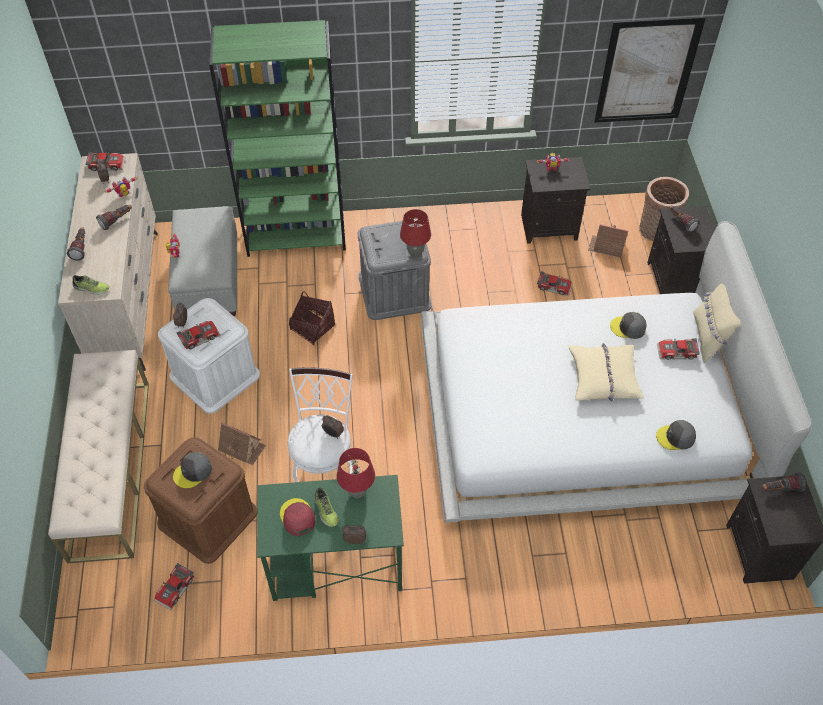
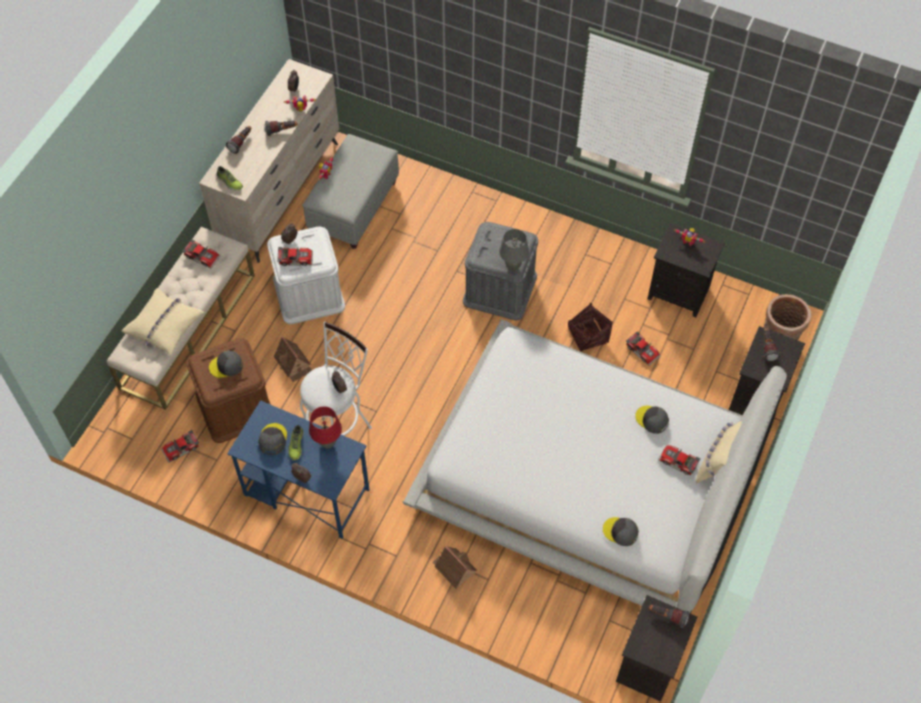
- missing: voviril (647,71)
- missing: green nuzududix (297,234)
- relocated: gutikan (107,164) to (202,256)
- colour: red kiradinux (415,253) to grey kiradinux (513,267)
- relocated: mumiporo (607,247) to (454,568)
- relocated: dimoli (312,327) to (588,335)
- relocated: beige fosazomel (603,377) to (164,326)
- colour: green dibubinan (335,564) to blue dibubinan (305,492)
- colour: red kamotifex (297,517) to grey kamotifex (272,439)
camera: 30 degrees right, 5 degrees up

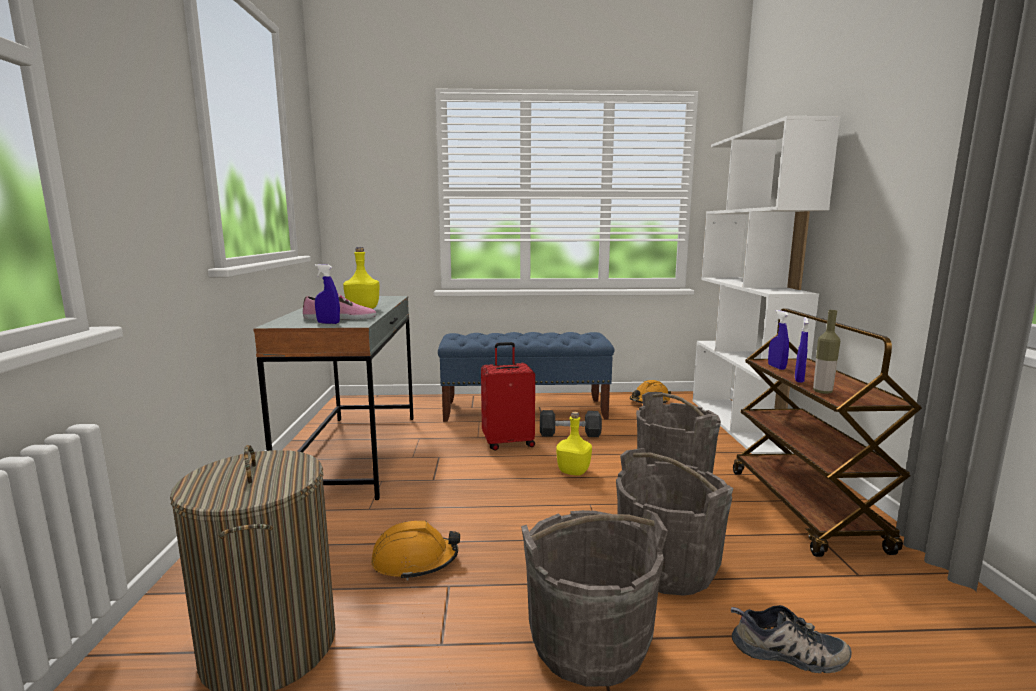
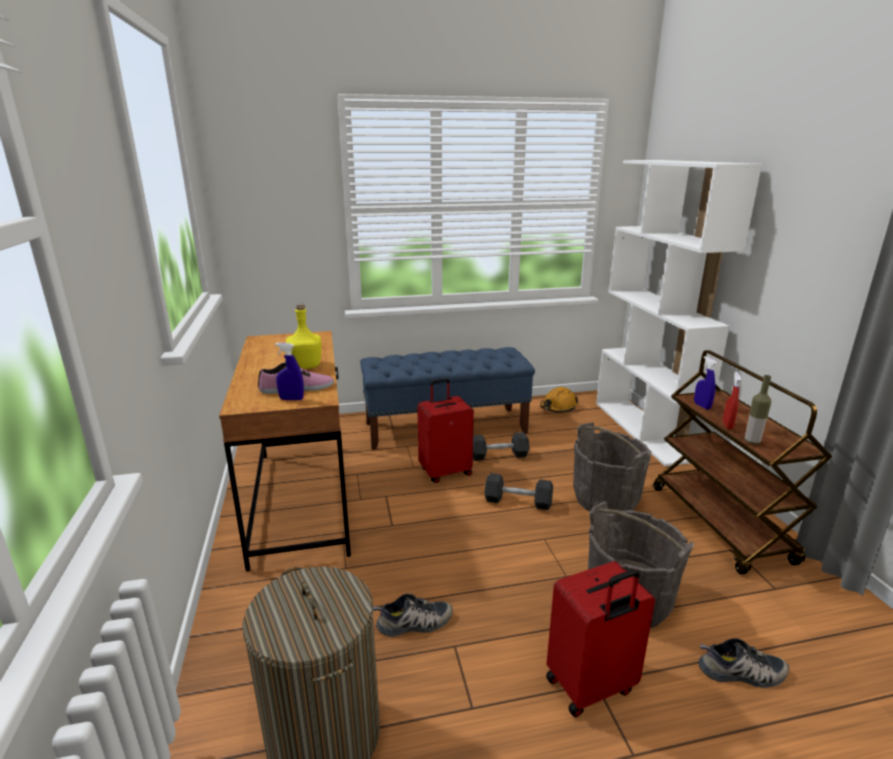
- colour: grey dibubinan (355,453) to brown dibubinan (301,499)
- colour: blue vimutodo (799,380) to red vimutodo (727,425)
- exchanged: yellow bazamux (574,471) to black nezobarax (518,501)
- exchanged: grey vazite (589,643) to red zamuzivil (591,687)
- exchanged: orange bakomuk (415,561) to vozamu (414,624)
camera: 10 degrees left, 10 degrees up

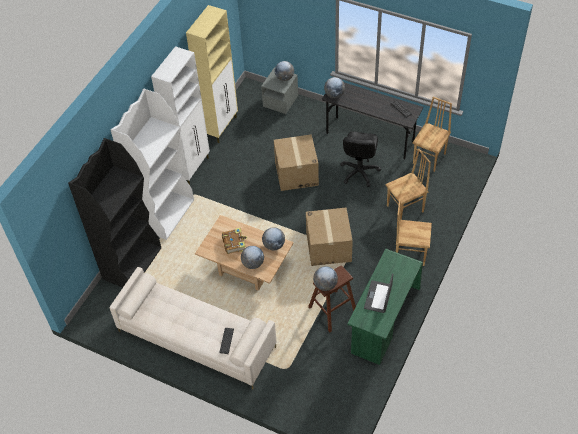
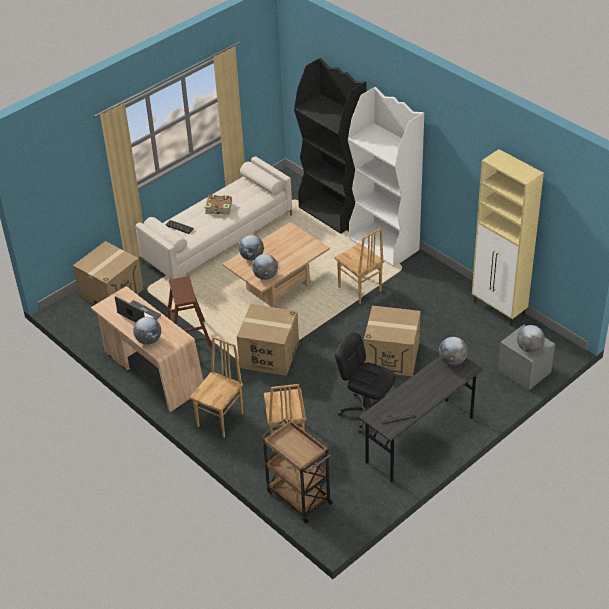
- missing: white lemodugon (192,168)
- relocated: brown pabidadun (429,158) to (359,290)
- relocated: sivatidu (234,243) to (219,208)
- colour: green dibubinan (384,320) to beige dibubinan (151,371)
- relocated: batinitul (325,285) to (149,340)
- appeared: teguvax (111,292)
- appeared: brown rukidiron (298,497)
camera: 110 degrees right, 10 degrees down

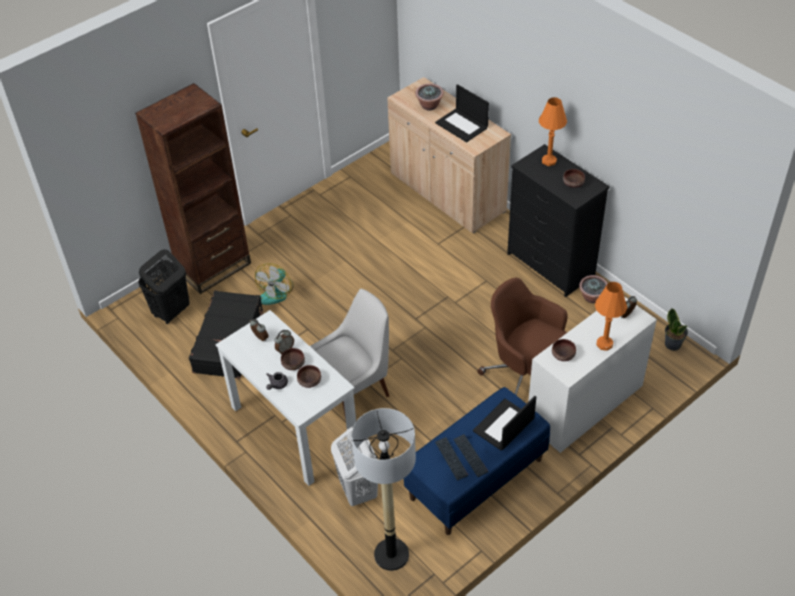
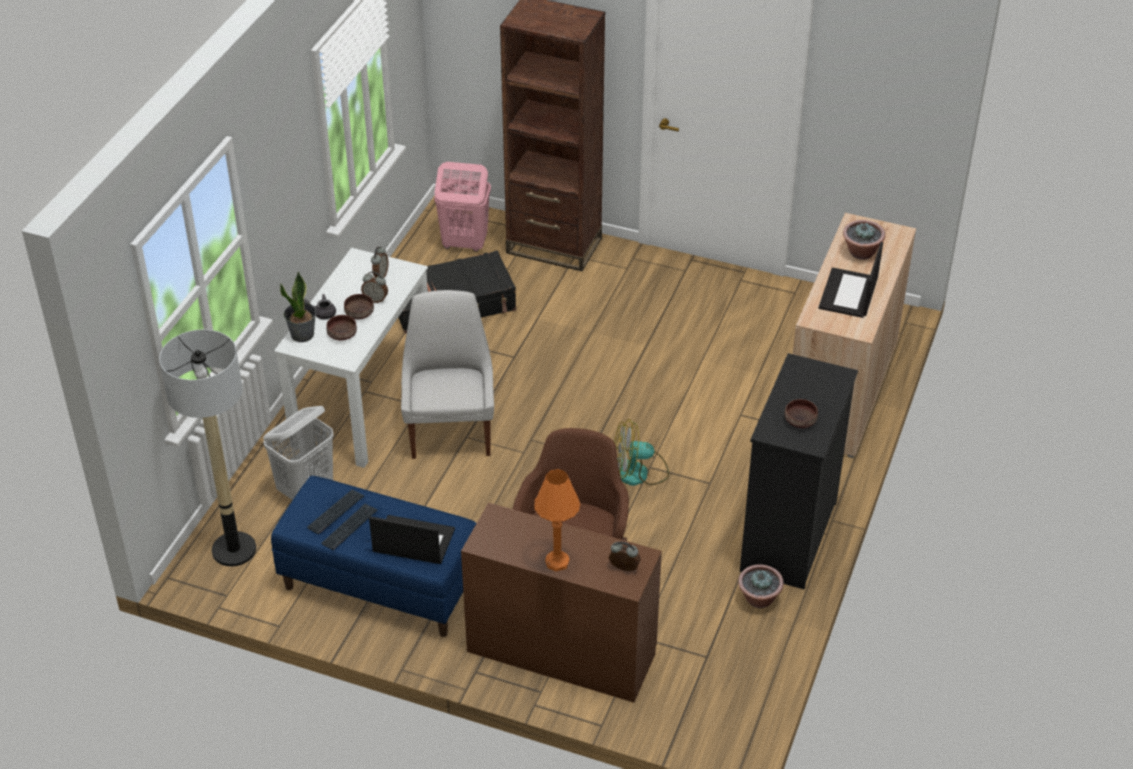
- missing: orange kiradinux (549,161)
- colour: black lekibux (171,312) to pink lekibux (464,243)
- relocated: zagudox (276,292) to (638,472)
- spun: white pabidadun (355,388) = (451,430) 120 degrees counterclockwise
- colour: white dibubinan (585,405) to brown dibubinan (560,652)
- relocated: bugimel (673,344) to (303,334)
- missing: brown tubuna (564,355)
camera: 60 degrees right, 5 degrees down

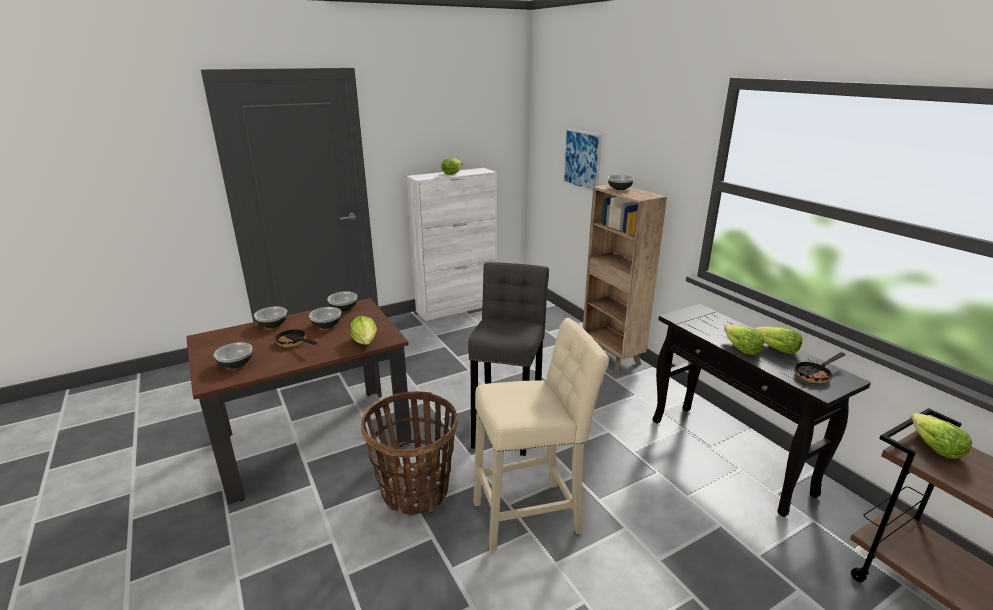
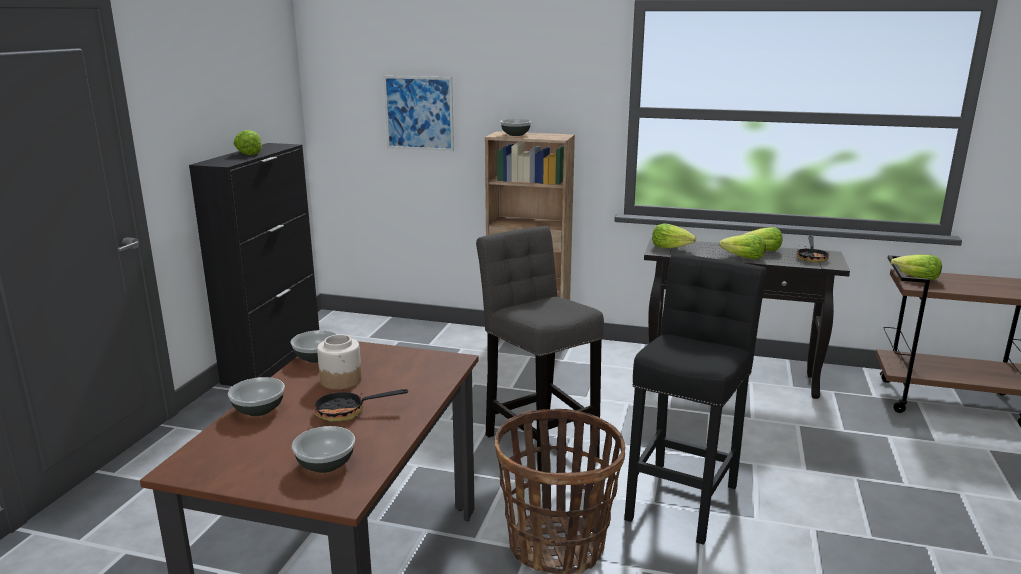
- colour: white lemodugon (457,307) to black lemodugon (274,359)
- exchanged: tubuna (327,325) to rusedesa (341,380)
- relocated: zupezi (365,341) to (671,247)
- colour: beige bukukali (532,515) to black bukukali (683,497)
camera: 45 degrees left, 5 degrees down

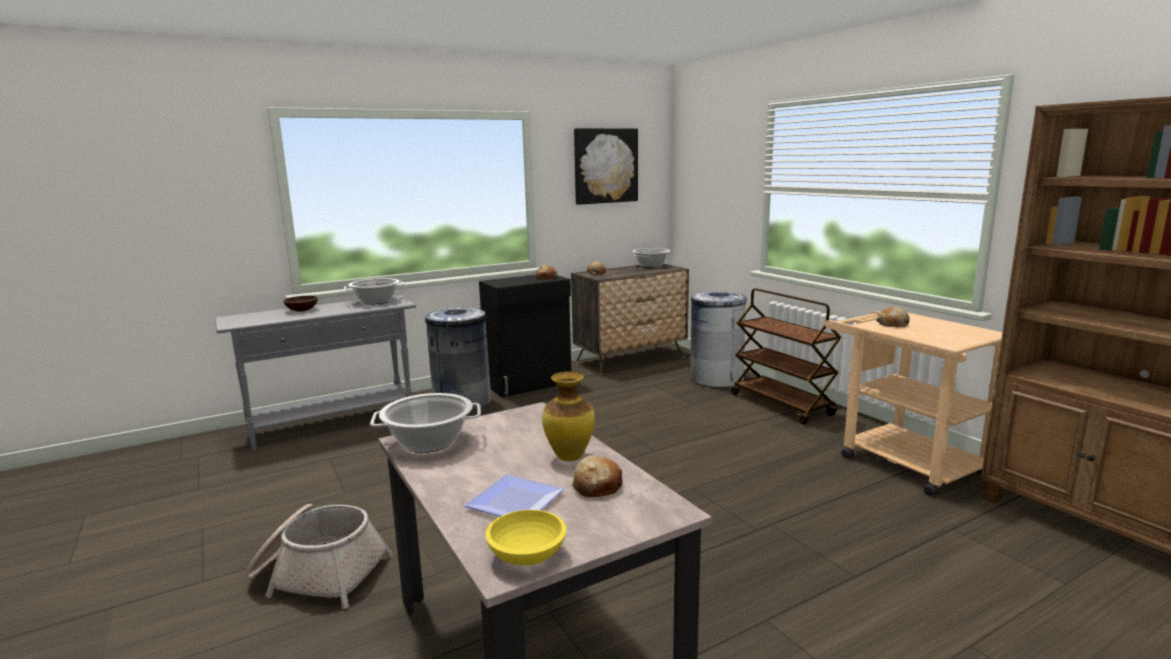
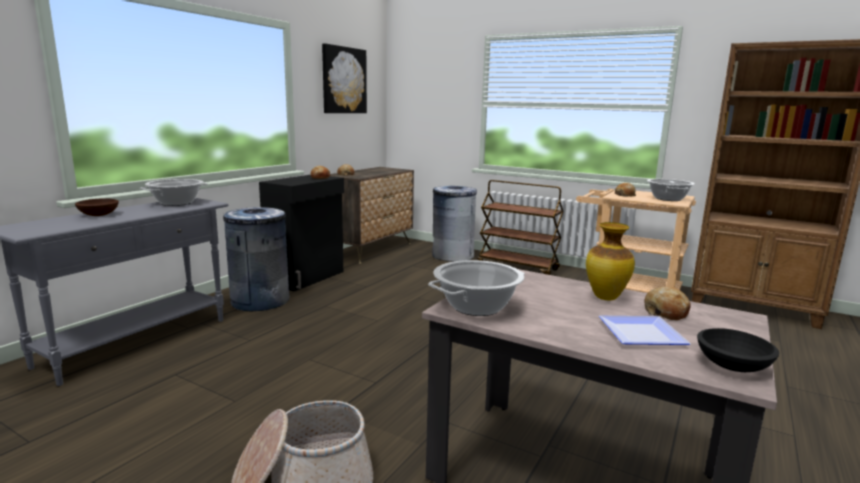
- relocated: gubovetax (651,265) to (668,199)
- colour: yellow tubuna (528,556) to black tubuna (734,366)
camera: 30 degrees left, 0 degrees up

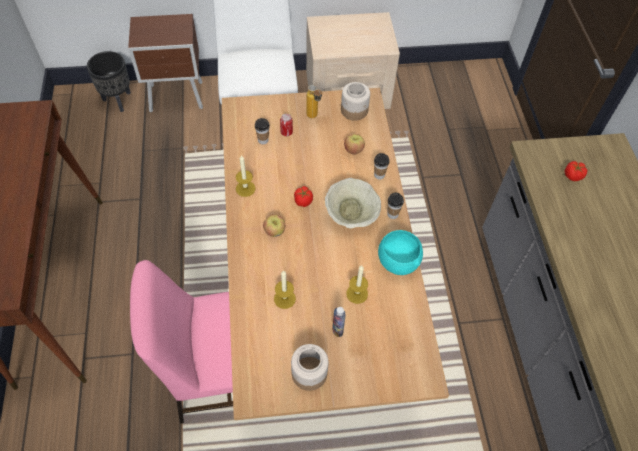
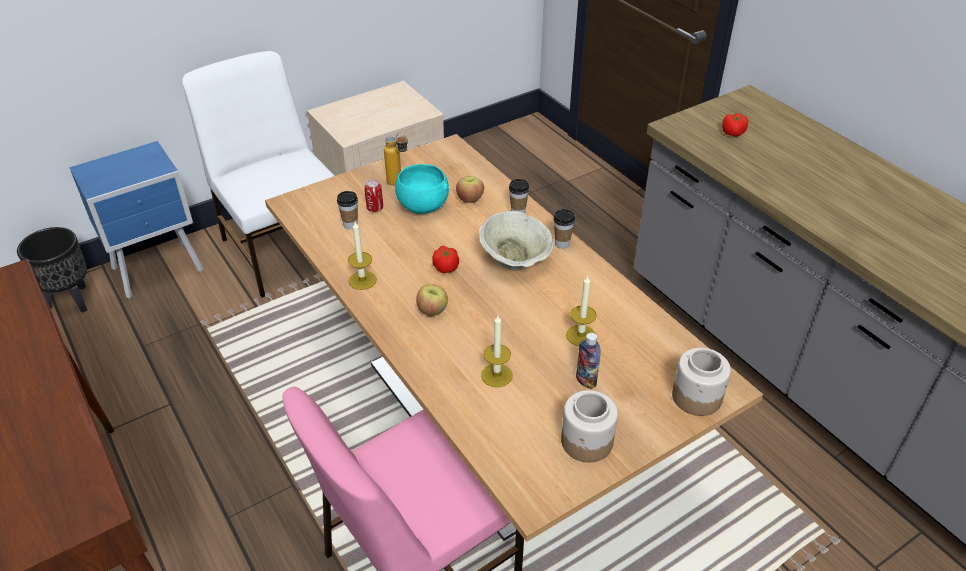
- colour: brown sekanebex (178,98) to blue sekanebex (160,270)
- relocated: rusedesa (354,110) to (697,397)
- relocated: turquoise tubuna (397,261) to (422,206)
camera: 25 degrees left, 15 degrees down

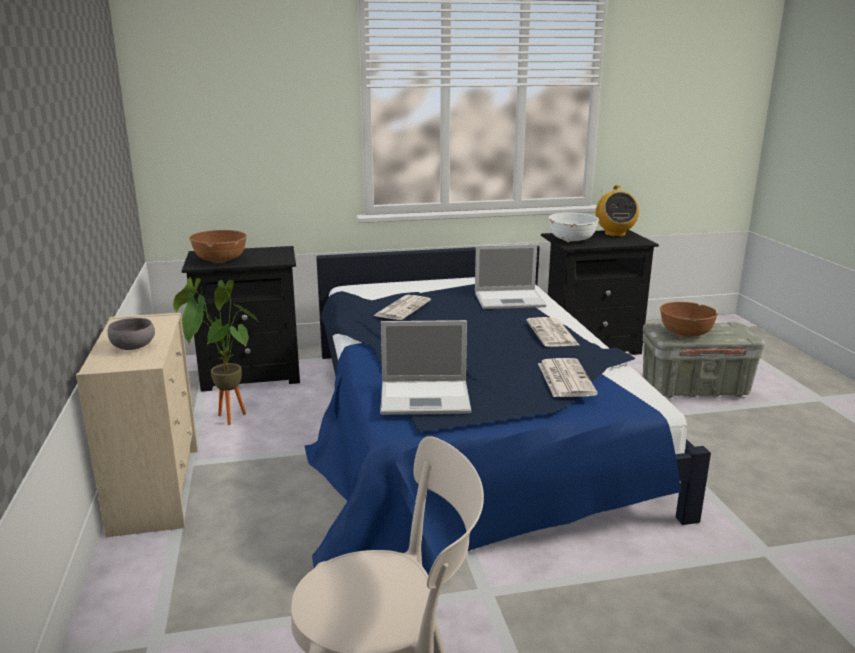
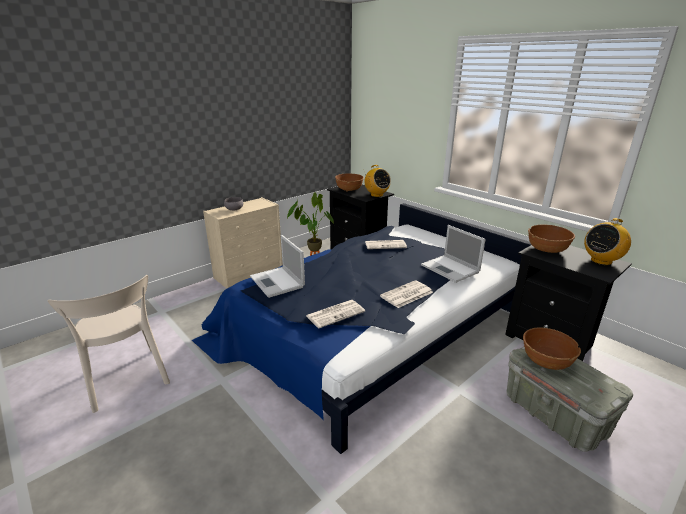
- colour: white tubuna (572,240) to brown tubuna (547,250)
- appeared: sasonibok (376,195)
camera: 60 degrees right, 5 degrees up

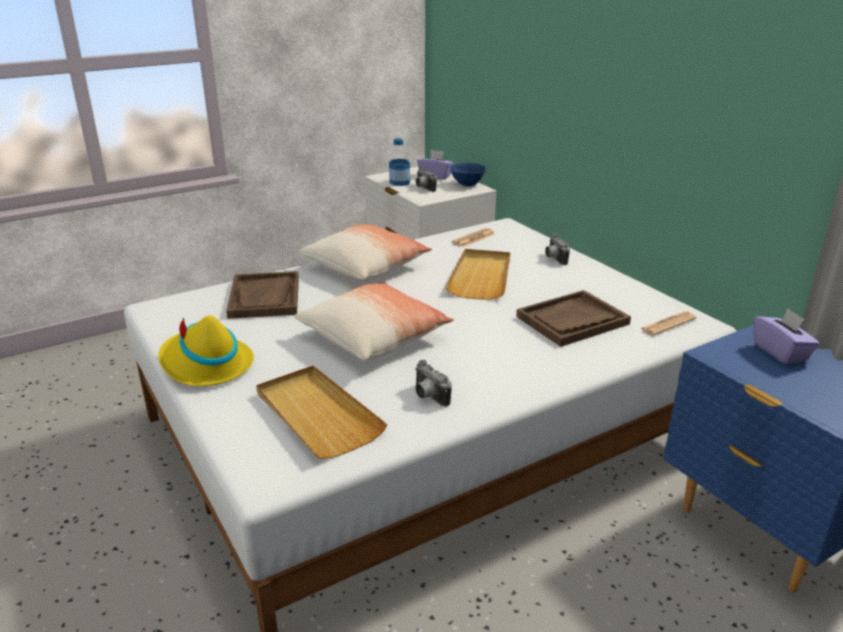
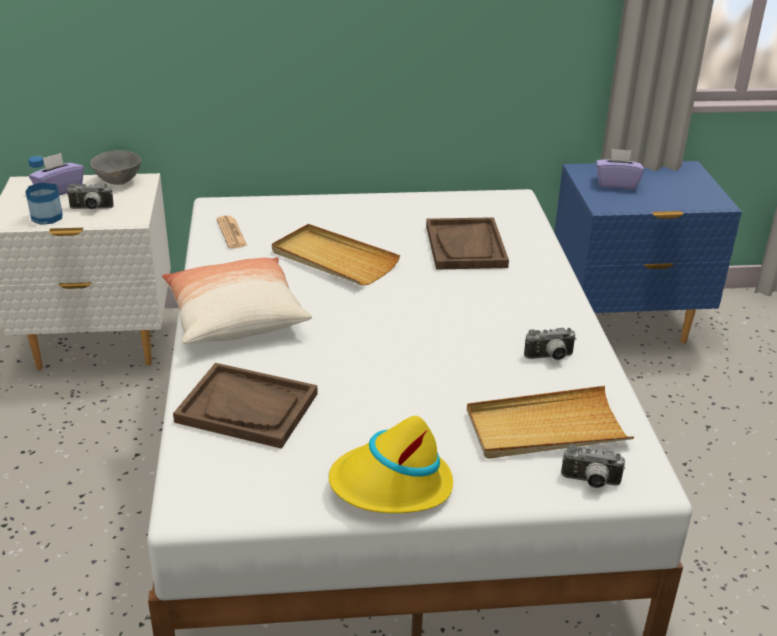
- colour: blue tubuna (467,184) to grey tubuna (118,182)
- relocated: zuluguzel (554,259) to (590,482)
- missing: fosazomel (374,337)
- missing: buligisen (668,324)
camera: 65 degrees left, 5 degrees up

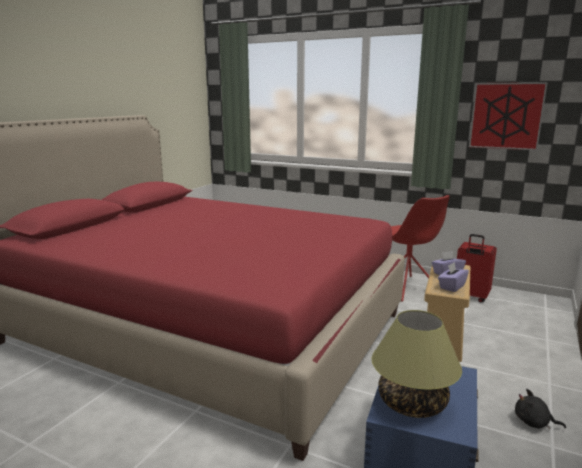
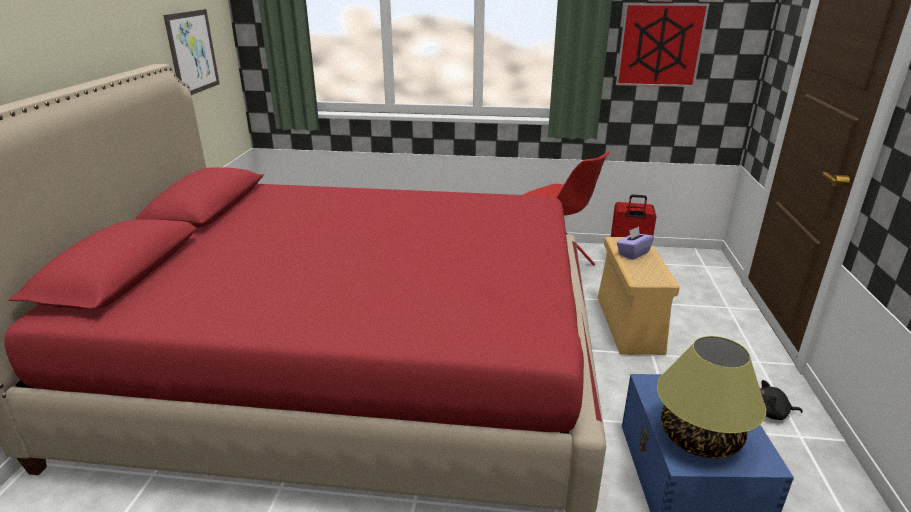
- missing: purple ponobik (451,286)
- appeared: voviril (192,52)
camera: 20 degrees left, 10 degrees up

